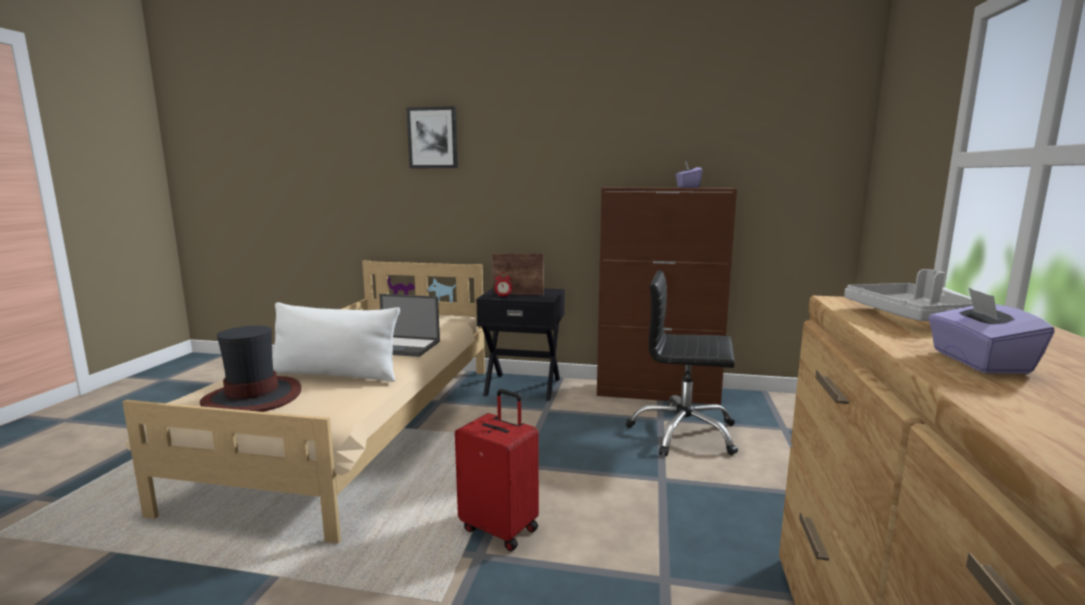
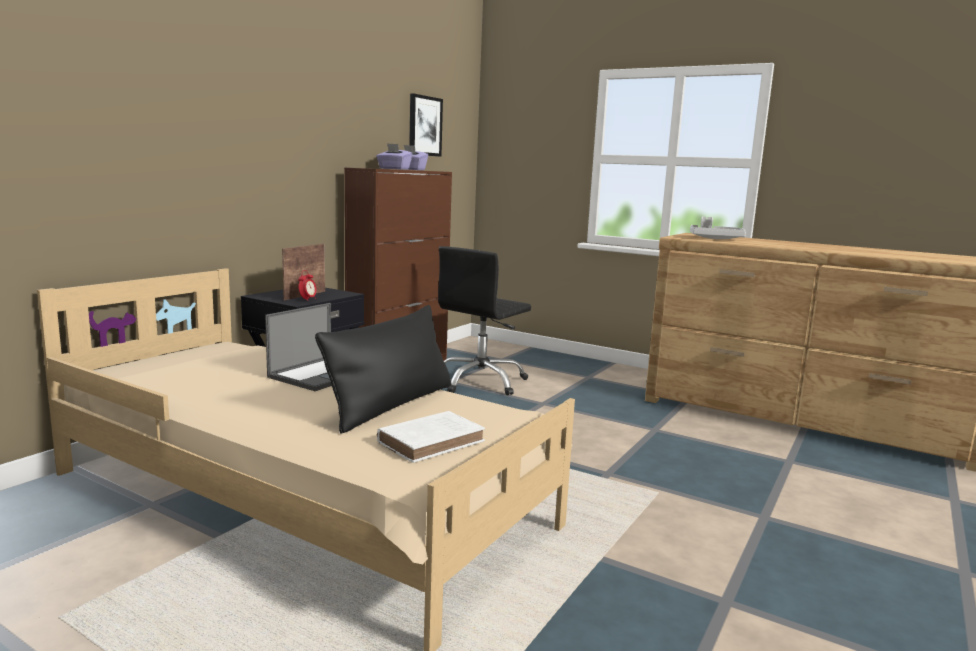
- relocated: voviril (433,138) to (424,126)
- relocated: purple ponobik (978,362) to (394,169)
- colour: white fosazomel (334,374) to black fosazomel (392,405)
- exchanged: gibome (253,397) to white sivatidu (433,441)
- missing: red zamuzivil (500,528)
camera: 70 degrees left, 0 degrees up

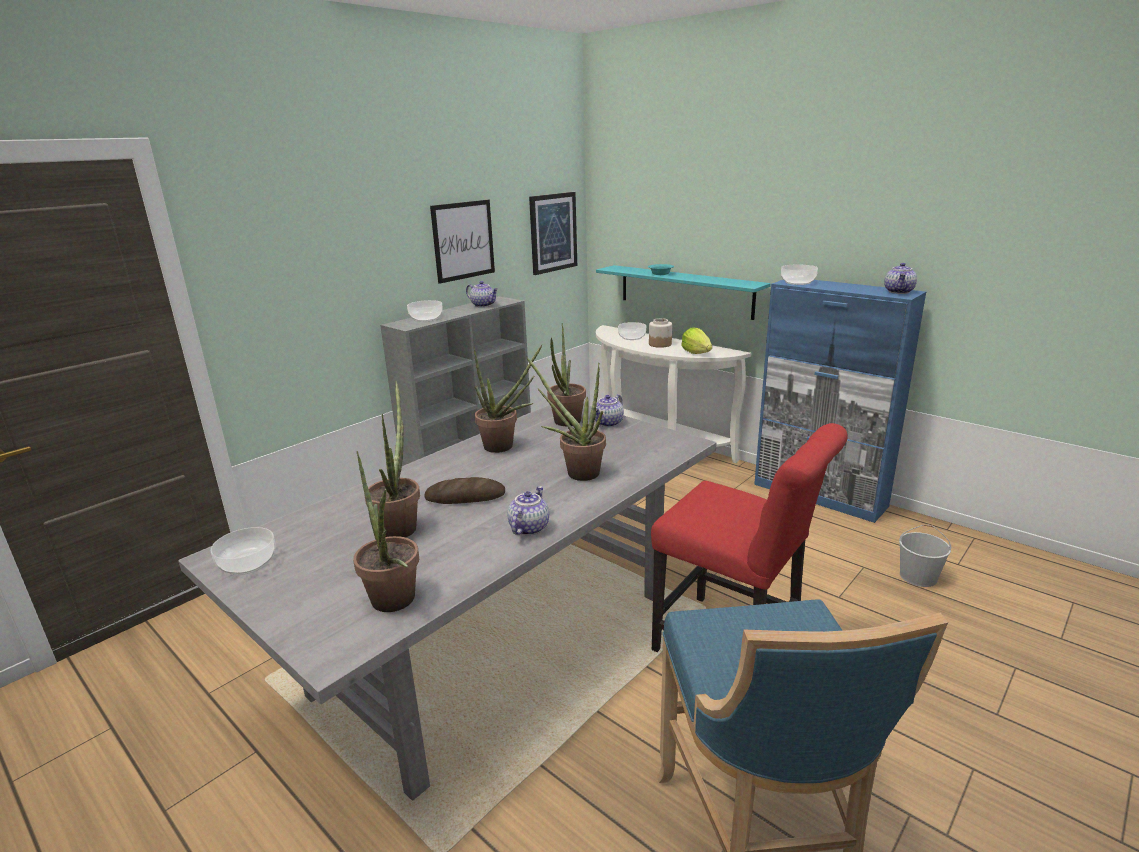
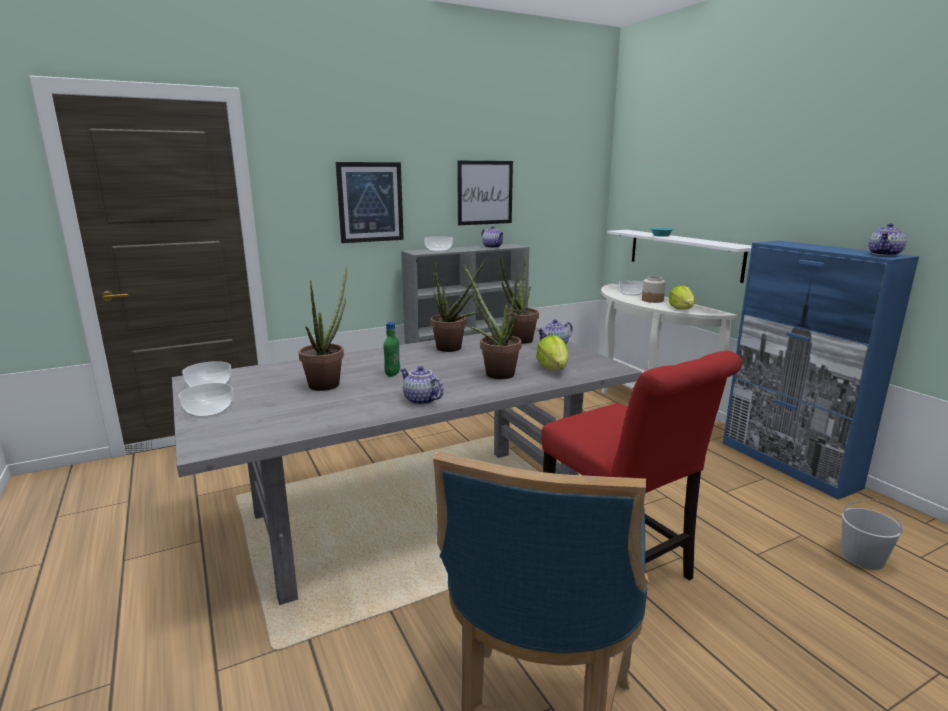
- relocated: voviril (553,232) to (370,202)
- colour: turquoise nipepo (685,291) to white nipepo (684,254)
- relocated: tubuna (798,282) to (208,411)
- missing: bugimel (395,604)
- exchanged: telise (465,496) to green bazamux (392,374)
- spun: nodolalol (528,528) = (420,400) 90 degrees counterclockwise
- appeared: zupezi (553,369)
camera: 20 degrees right, 5 degrees down

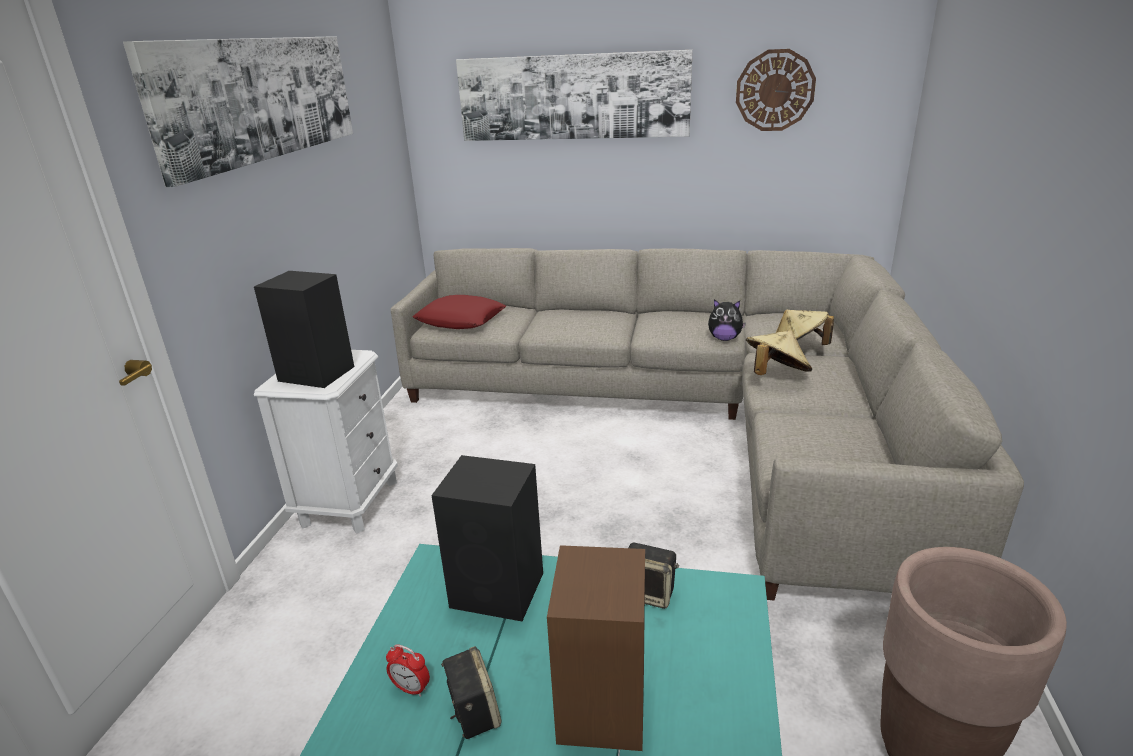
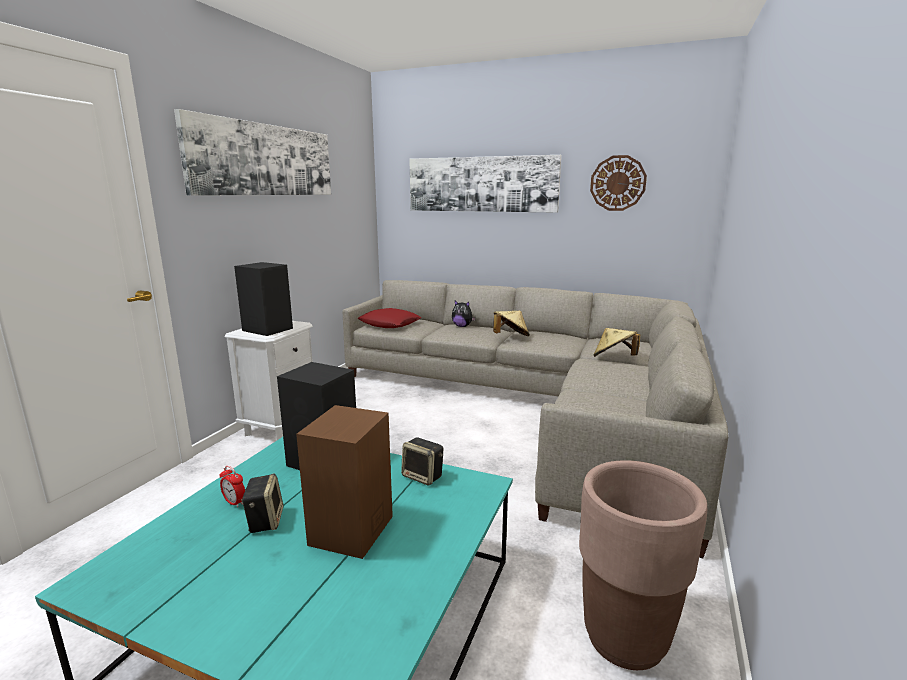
- relocated: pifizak (724,338) to (462,326)
- relocated: beige gibome (775,374) to (510,337)
camera: 10 degrees right, 10 degrees down

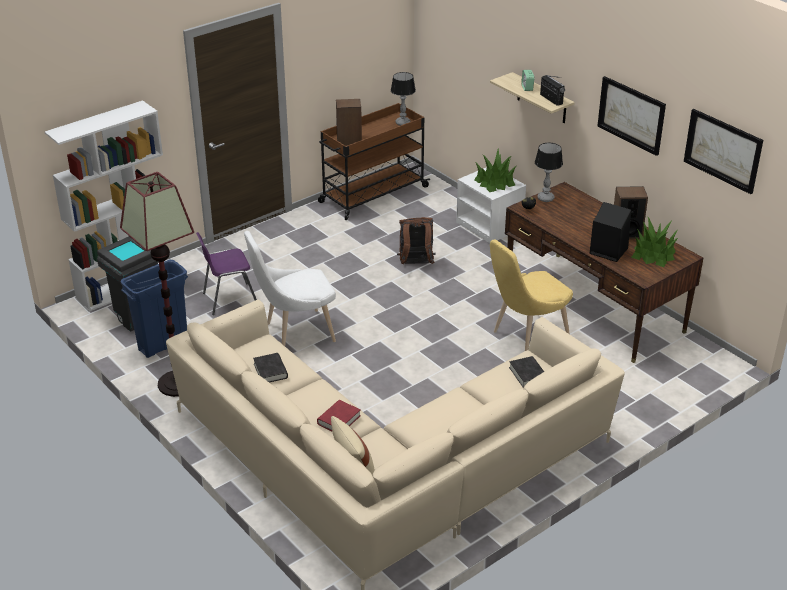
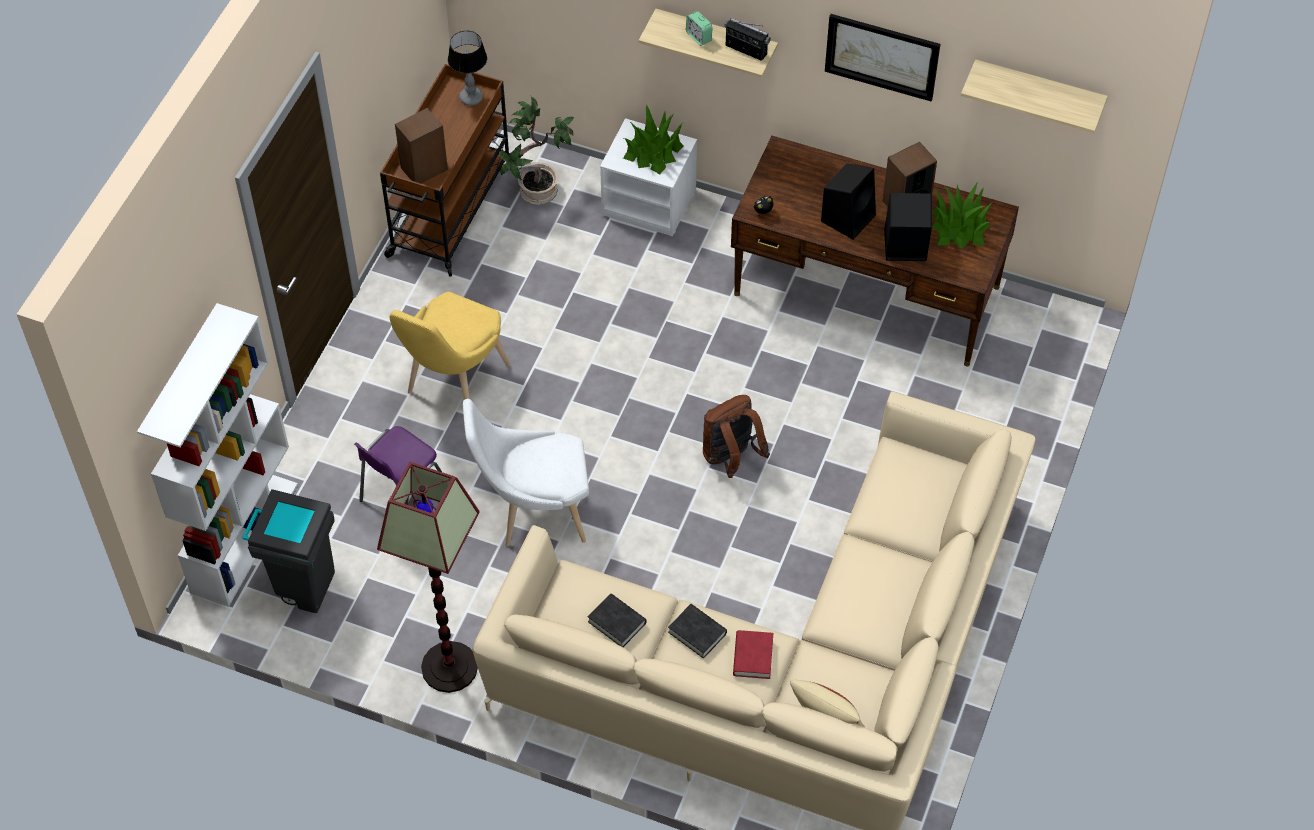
- exchanged: voviril (723,150) to nipepo (1038,91)
- missing: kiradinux (545,198)
- relocated: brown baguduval (415,264) to (731,458)
- spun: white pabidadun (295,333) = (534,512) 45 degrees clockwise
- relocated: yellow pabidadun (526,337) to (453,383)
- missing: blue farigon (163,344)
- relocated: black sivatidu (528,374) to (697,633)
- appeared: bugimel (538,192)
- appeared: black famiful (848,217)
camera: 30 degrees left, 20 degrees up

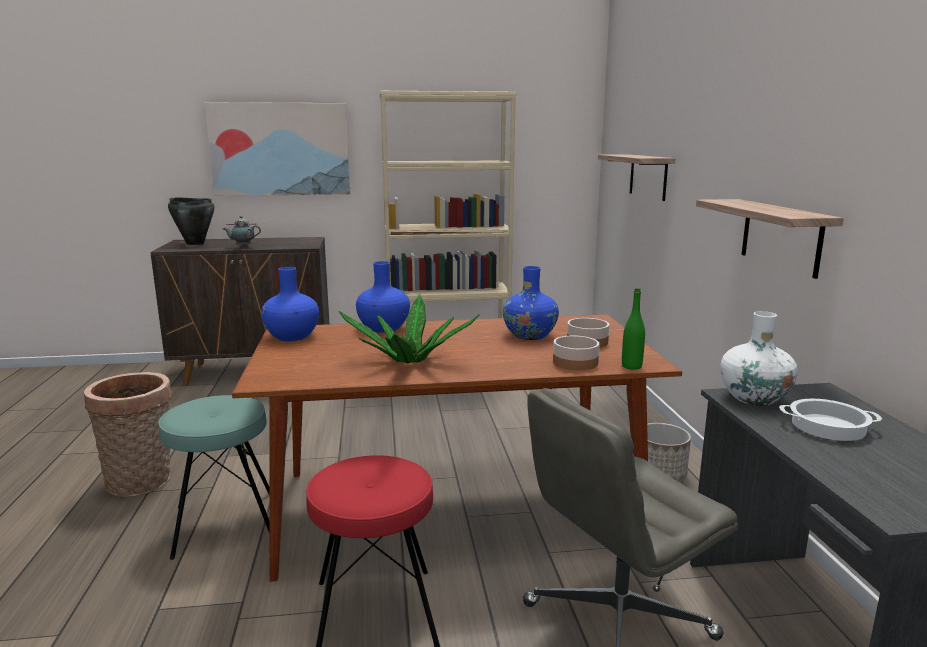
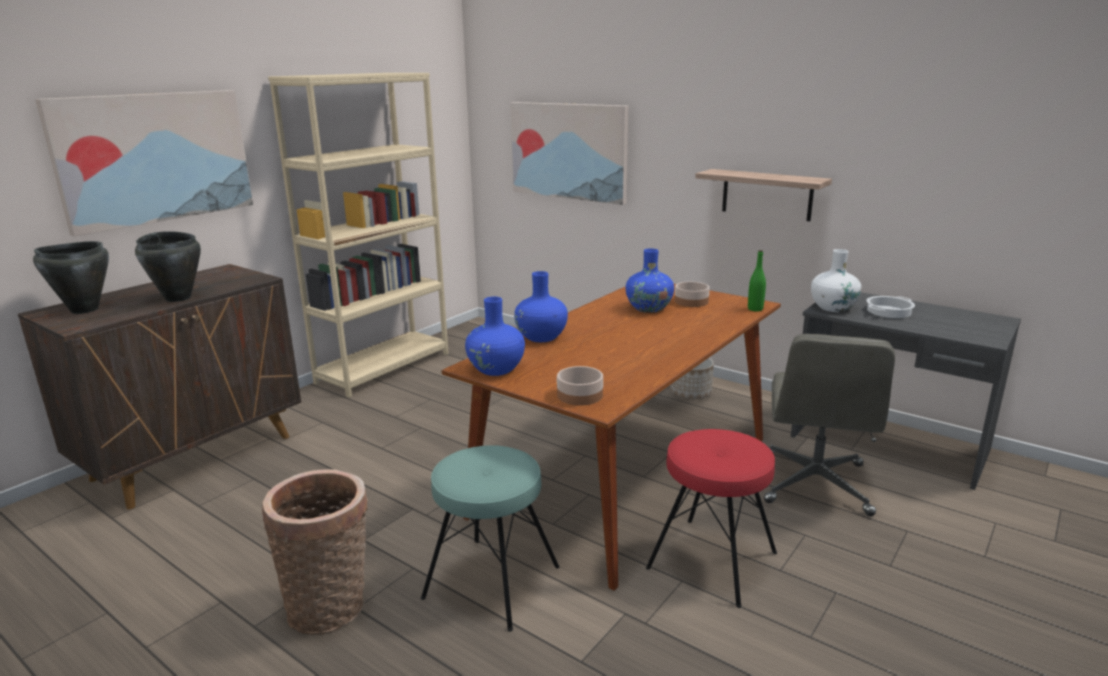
- exchanged: nipepo (648,176) to voviril (569,151)
- exchanged: nodolalol (242,247) to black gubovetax (178,298)
- missing: bugimel (409,361)
- relocated: tubuna (574,362) to (579,395)
camera: 45 degrees left, 5 degrees up

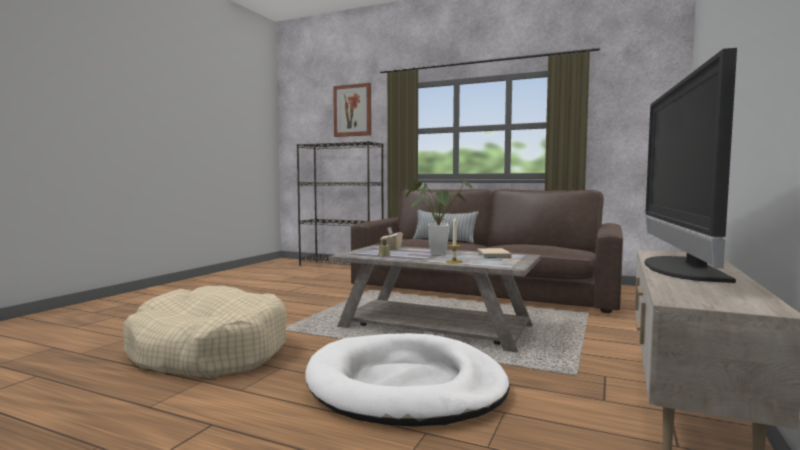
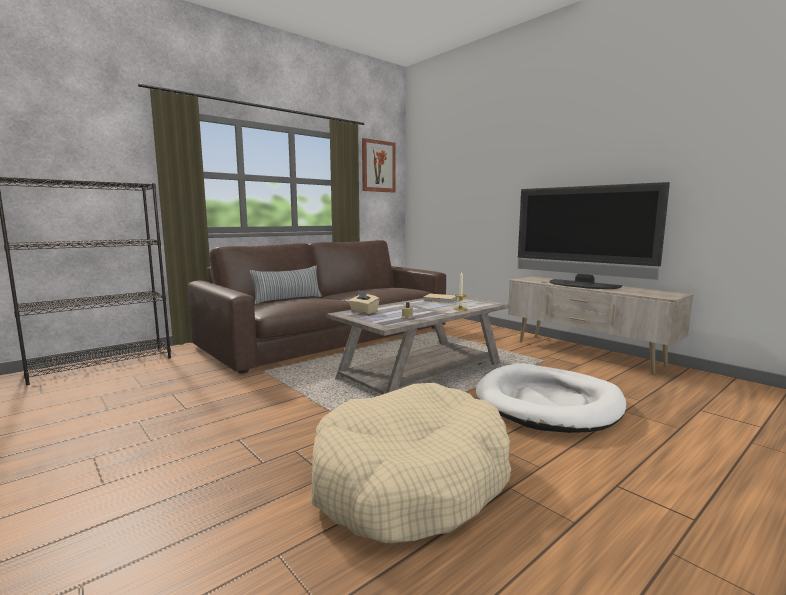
- relocated: voviril (353,110) to (378,166)
- missing: bugimel (433,254)
camera: 65 degrees left, 5 degrees up

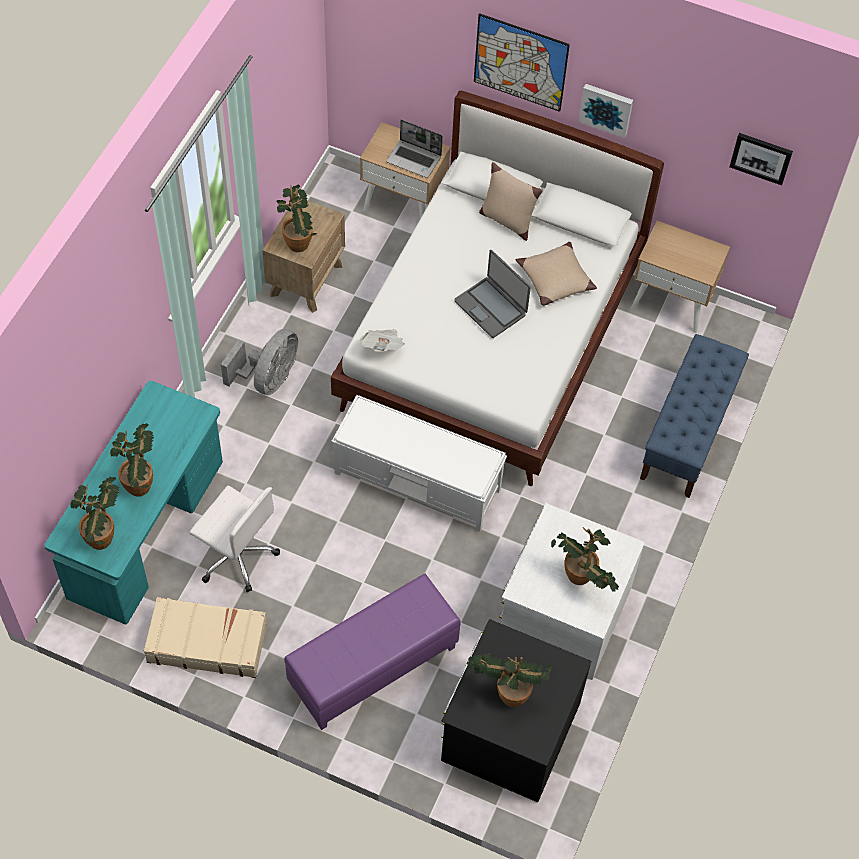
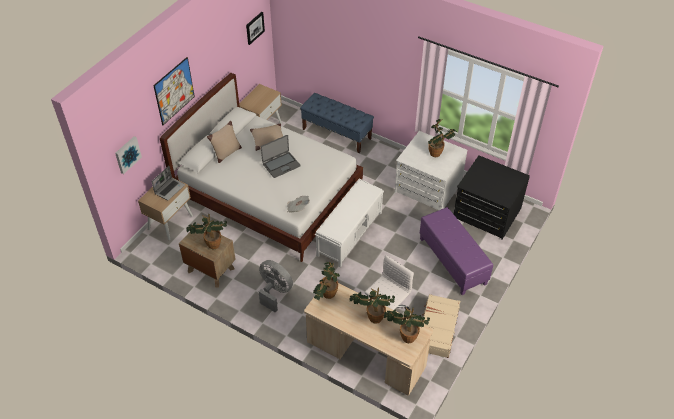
- relocated: voviril (606,108) to (127,154)
- colour: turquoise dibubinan (146,530) to beige dibubinan (365,355)
- relocated: bugimel (507,692) to (326,295)
camera: 80 degrees left, 10 degrees down

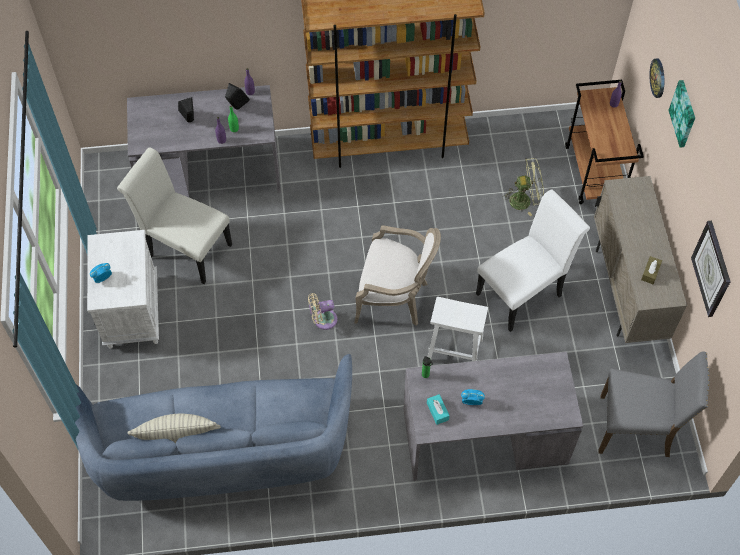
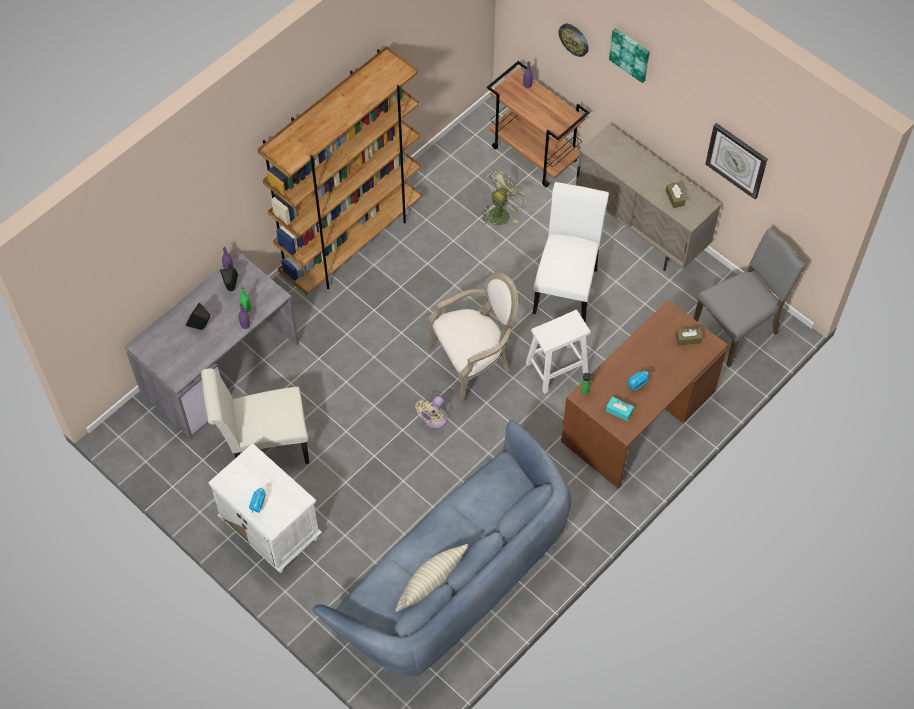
- colour: grey dibubinan (483,437) to brown dibubinan (638,418)
- appeared: brown ponobik (688,339)
camera: 40 degrees left, 0 degrees up

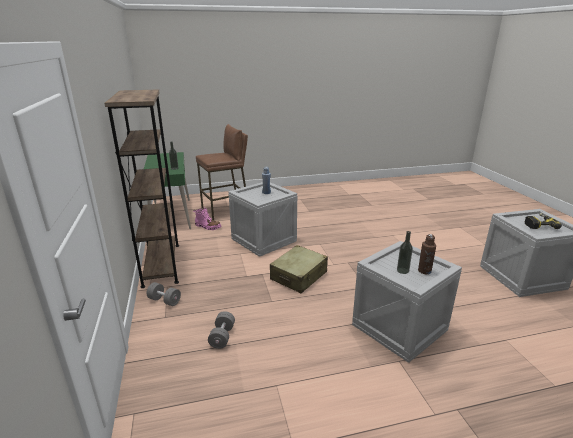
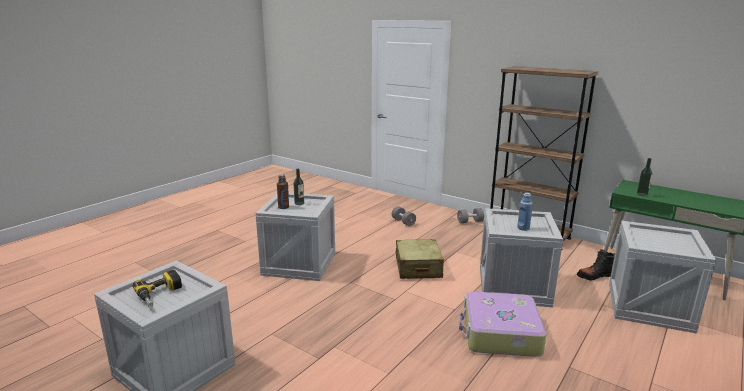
- exchanged: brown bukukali (226,210) to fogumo (648,307)
- colour: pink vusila (208,227) to black vusila (595,276)
- appeared: zamuzivil (500,334)
camera: 140 degrees right, 5 degrees down

